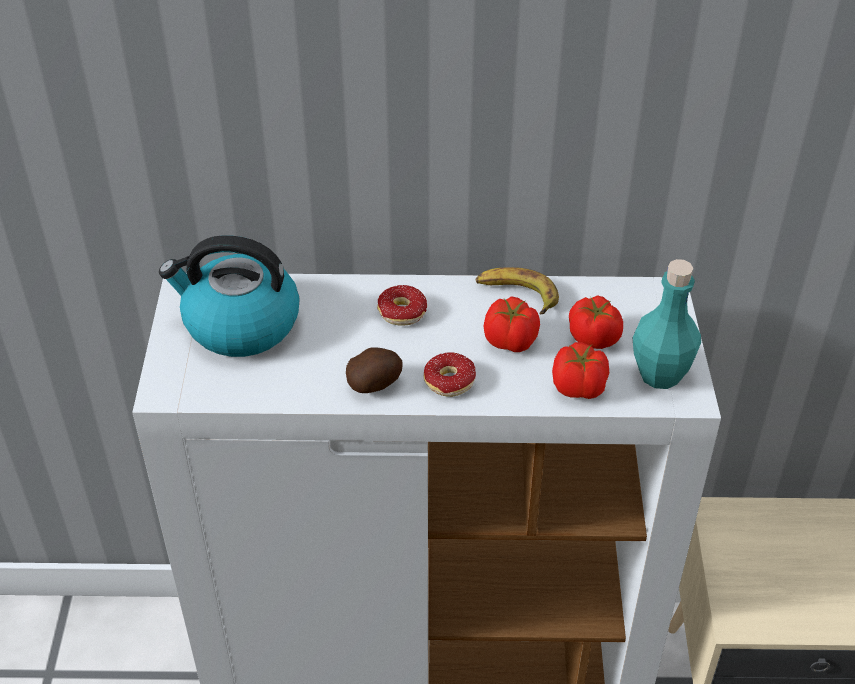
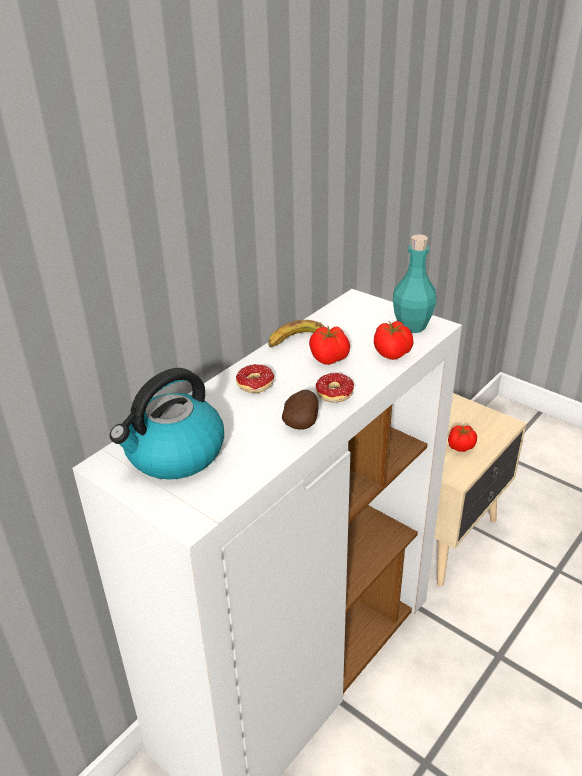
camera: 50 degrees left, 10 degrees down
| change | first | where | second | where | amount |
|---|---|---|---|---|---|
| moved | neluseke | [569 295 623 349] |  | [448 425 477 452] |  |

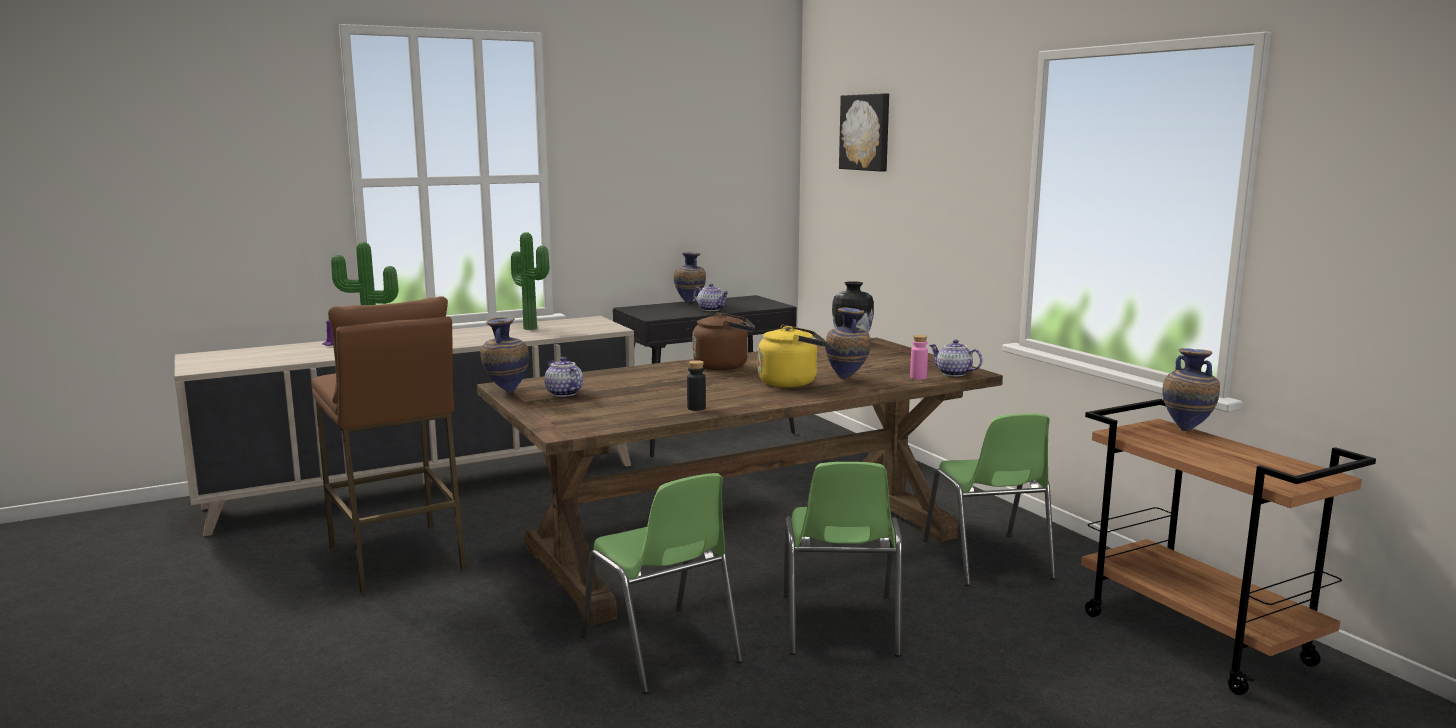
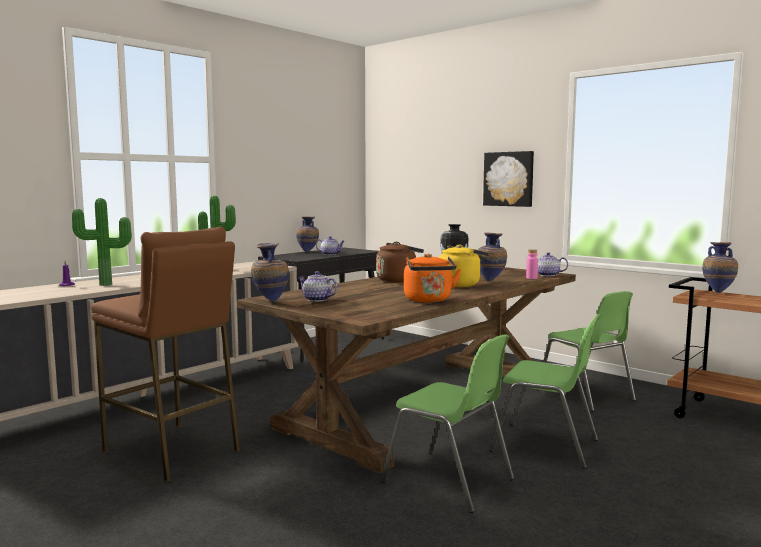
camera: 20 degrees left, 5 degrees down
| change | first | where | second | where | amount |
|---|---|---|---|---|---|
| moved | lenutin | [839 93 889 172] |  | [483 151 534 207] |  |
| replaced | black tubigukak | [687 360 706 411] | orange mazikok | [404 254 461 302] |  |
| turned | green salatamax | [783 462 902 657] |  | [489 314 601 469] | 45 degrees counterclockwise |

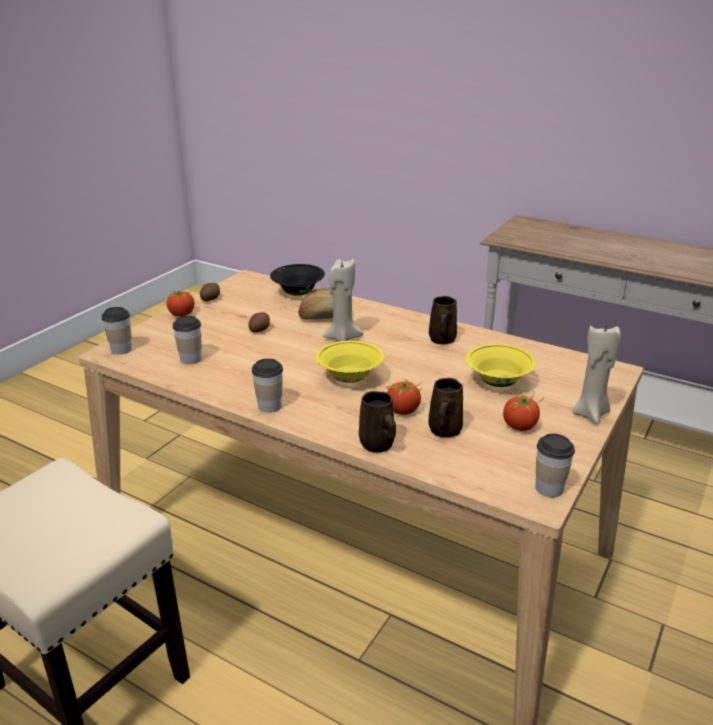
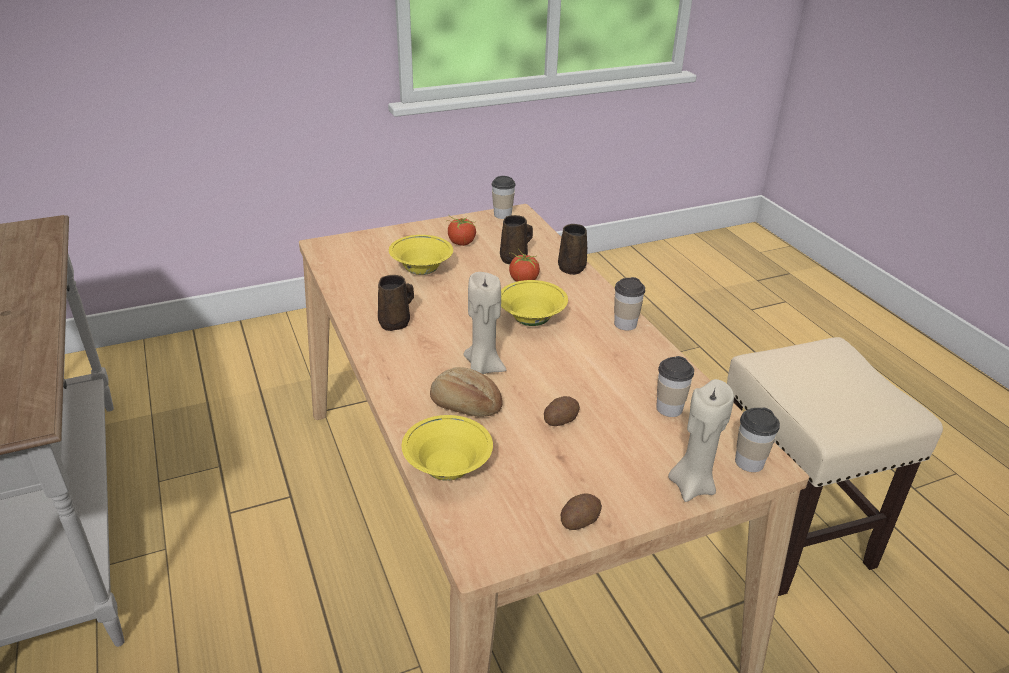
camera: 145 degrees left, 5 degrees up
| change | first | where | second | where | amount |
|---|---|---|---|---|---|
| removed | neluseke | [166 291 195 317] |  |  |  |
| moved | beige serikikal | [573 323 621 424] |  | [668 379 734 502] |  |
| recoloured | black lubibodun | [270 264 325 296] | yellow lubibodun | [402 415 493 481] |  |

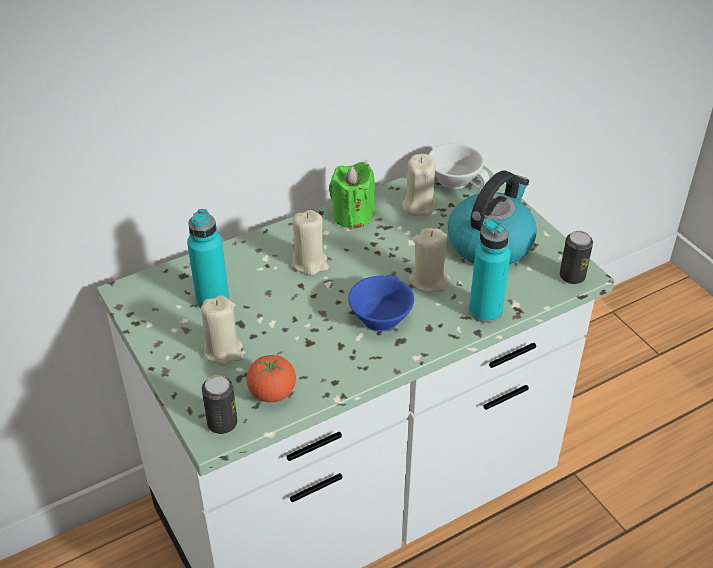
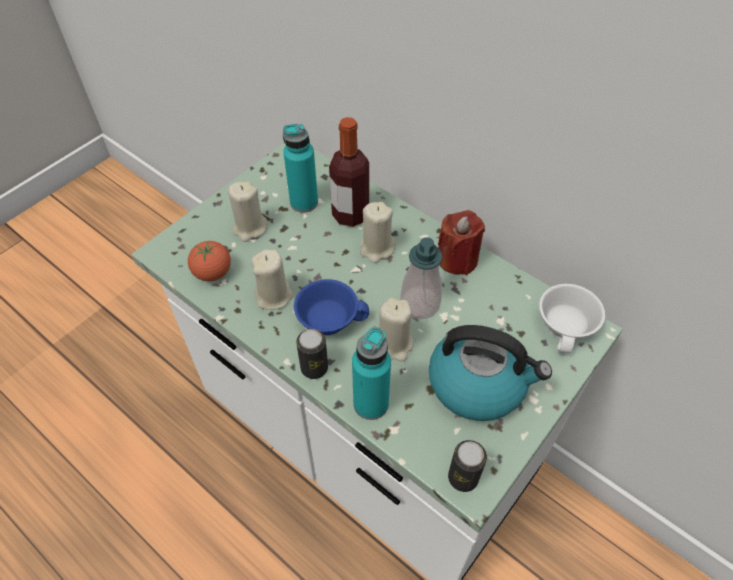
camera: 70 degrees right, 10 degrees up
| change | first | where | second | where | amount |
|---|---|---|---|---|---|
| added |  |  | tubigukak | [329 117 369 227] |  |
| added |  |  | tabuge | [400 237 442 319] |  |
| moved | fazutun | [202 375 237 434] |  | [296 329 328 379] |  |
| moved | beige serikikal | [402 154 436 216] |  | [251 249 293 310] |  |
| recoloured | green serikikal | [329 162 375 229] | red serikikal | [438 210 485 275] |  |

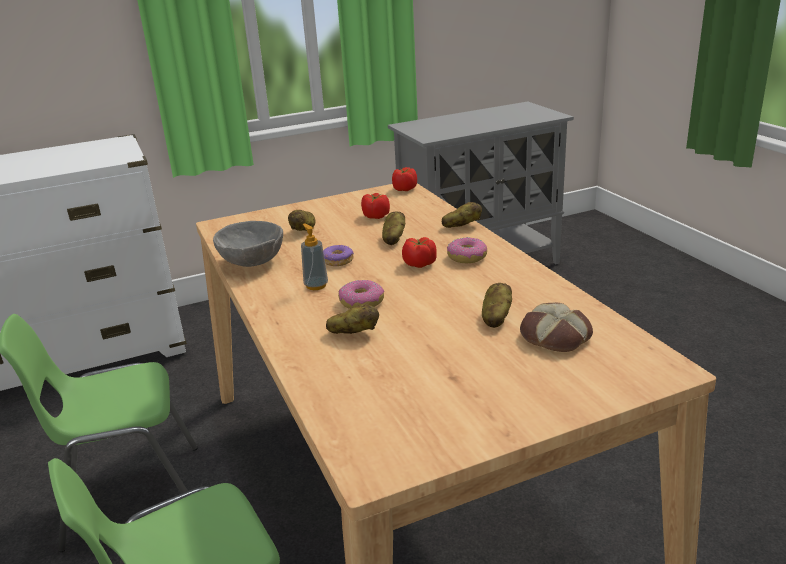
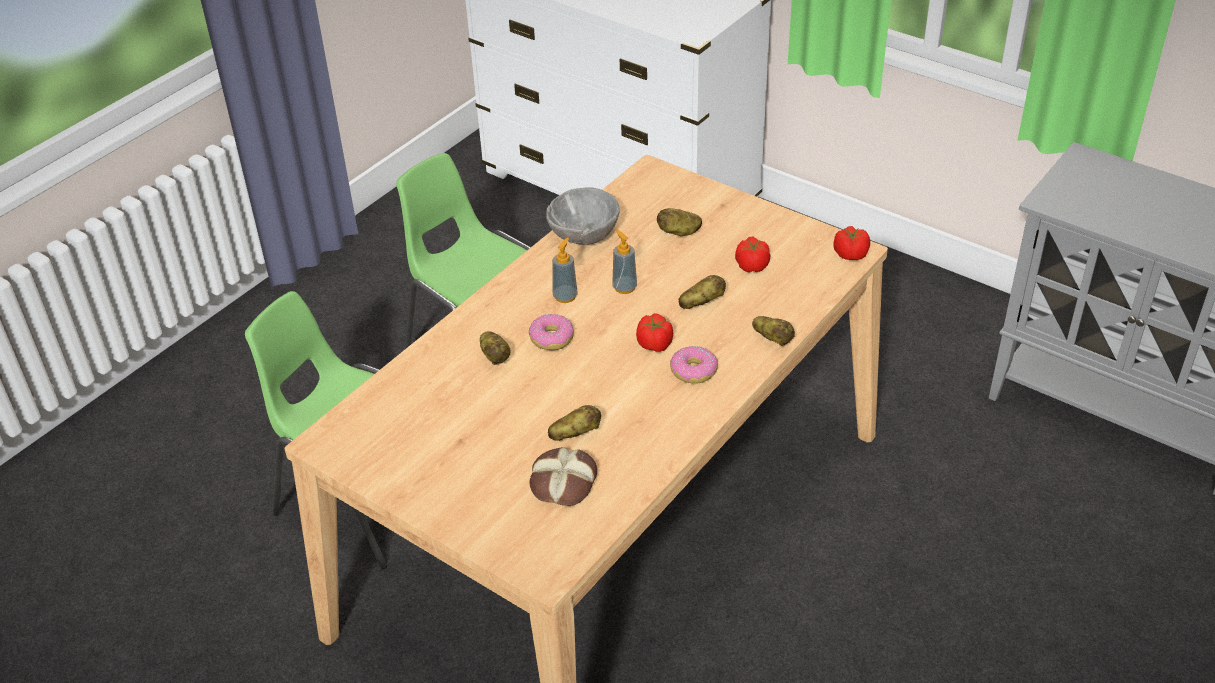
camera: 60 degrees right, 15 degrees up
| change | first | where | second | where | amount |
|---|---|---|---|---|---|
| replaced | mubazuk | [323 245 353 266] | tabuge | [612 229 637 294] |  |

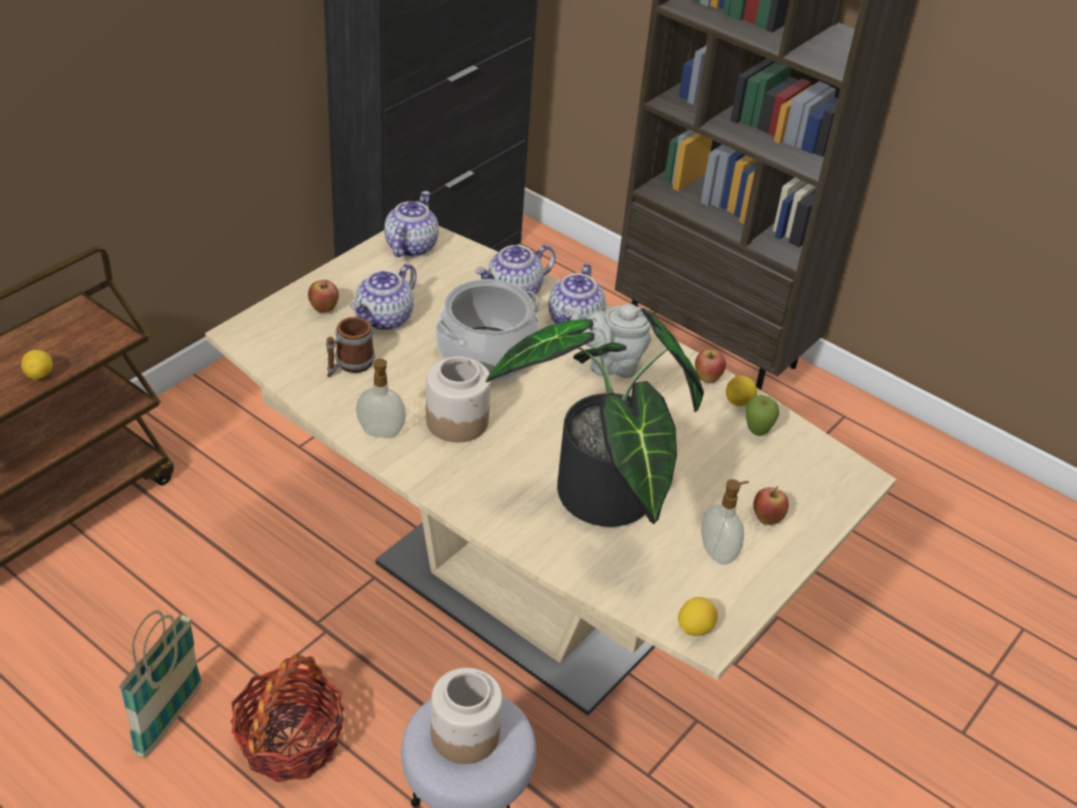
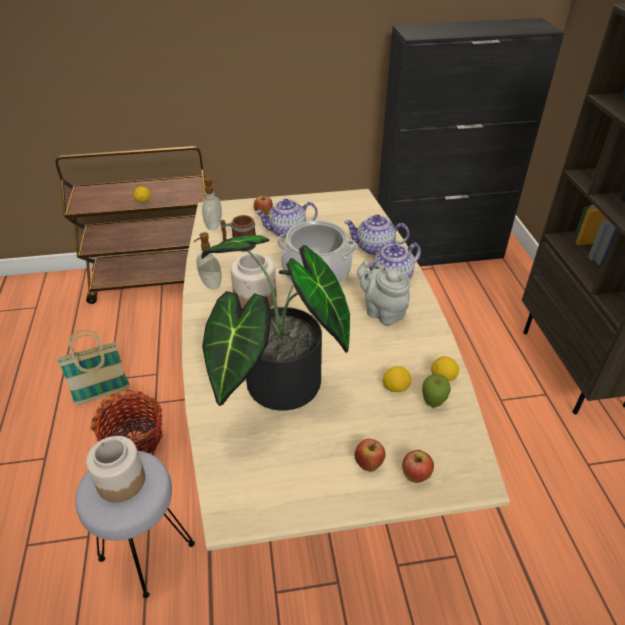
camera: 45 degrees right, 0 degrees up
| change | first | where | second | where | amount |
|---|---|---|---|---|---|
| removed | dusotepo | [384 191 439 257] |  |  |  |
| moved | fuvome | [678 597 718 636] |  | [382 366 411 392] |  |
| moved | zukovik | [695 349 726 383] |  | [402 450 434 483] |  |
| moved | tabuge | [701 479 749 565] |  | [202 177 222 230] |  |

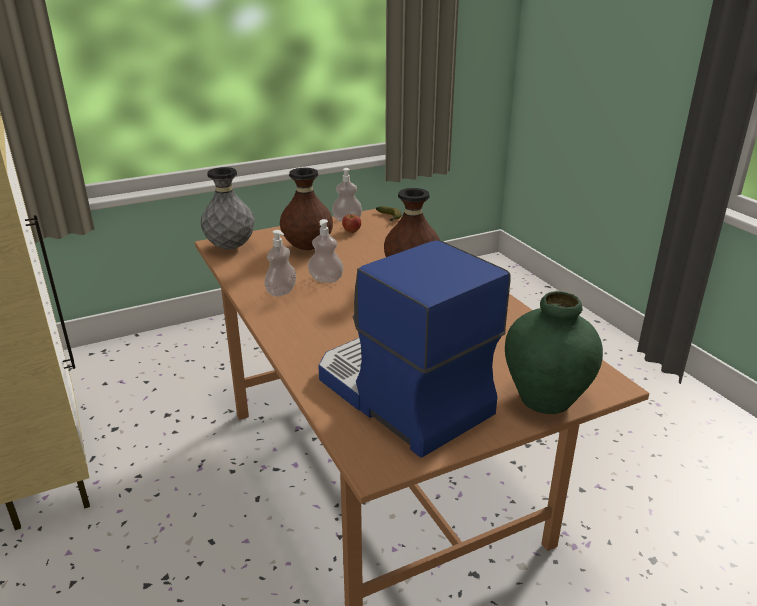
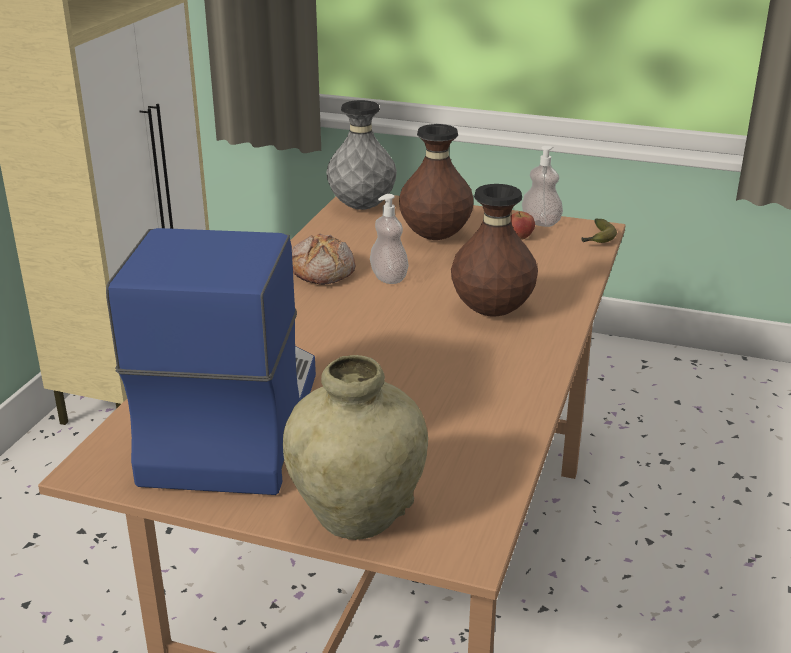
camera: 45 degrees right, 0 degrees up
| change | first | where | second | where | amount |
|---|---|---|---|---|---|
| replaced | tabuge | [264 230 296 296] | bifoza | [292 234 355 285] |  |
| recoloured | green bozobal | [505 291 603 414] | beige bozobal | [283 355 428 540] |  |

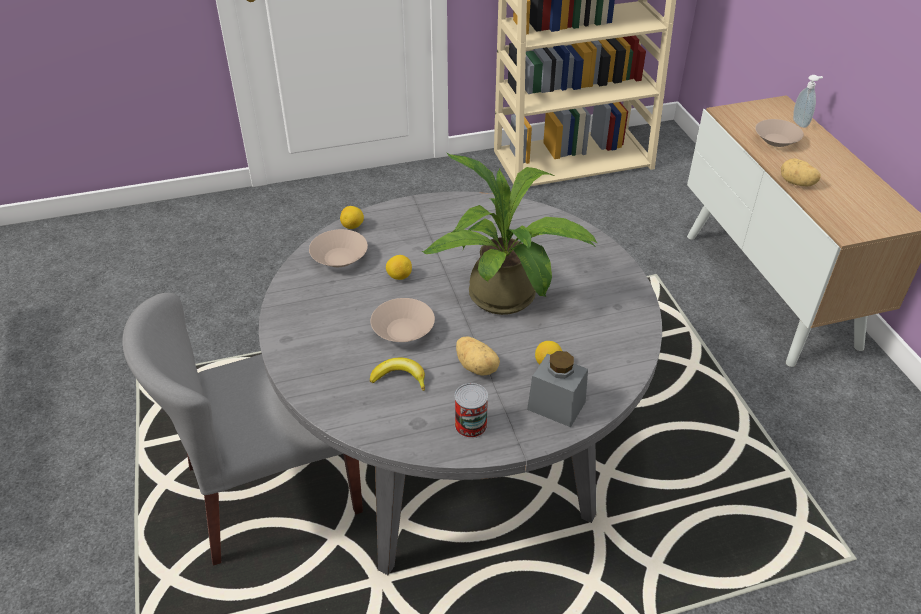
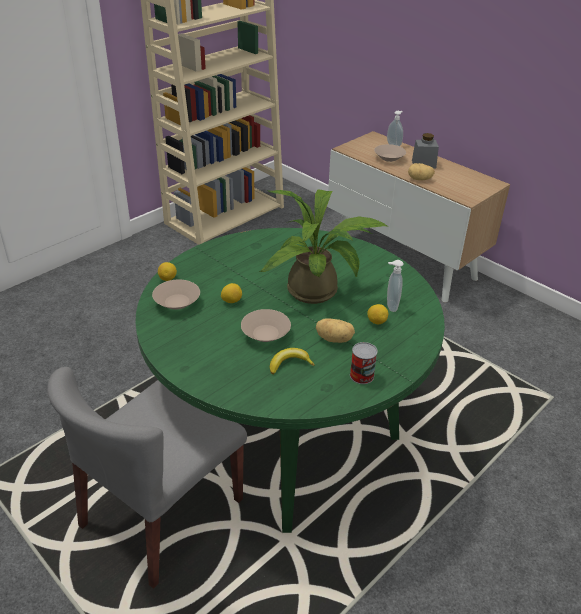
camera: 30 degrees left, 5 degrees down
| change | first | where | second | where | amount |
|---|---|---|---|---|---|
| added |  |  | tabuge | [387 260 404 312] |  |
| moved | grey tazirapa | [527 351 588 427] |  | [412 133 439 169] |  |
| recoloured | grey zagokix | [259 191 662 575] | green zagokix | [135 228 445 533] |  |

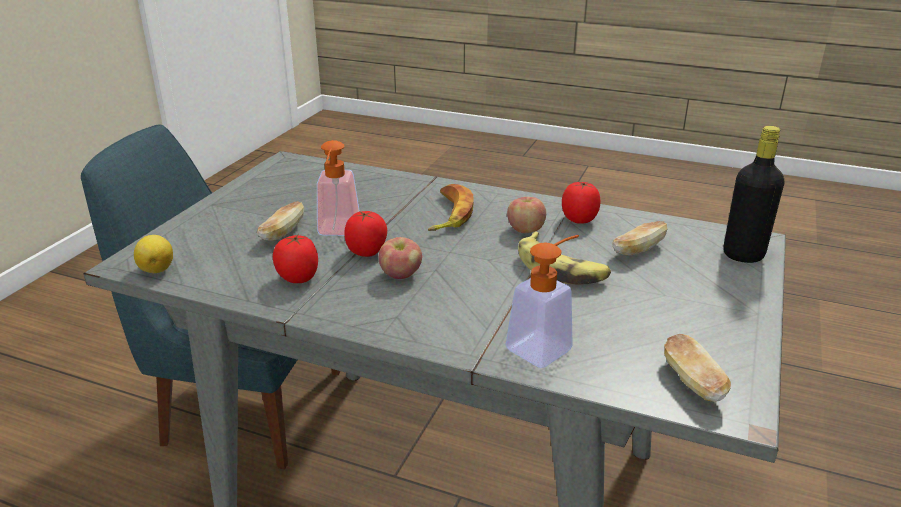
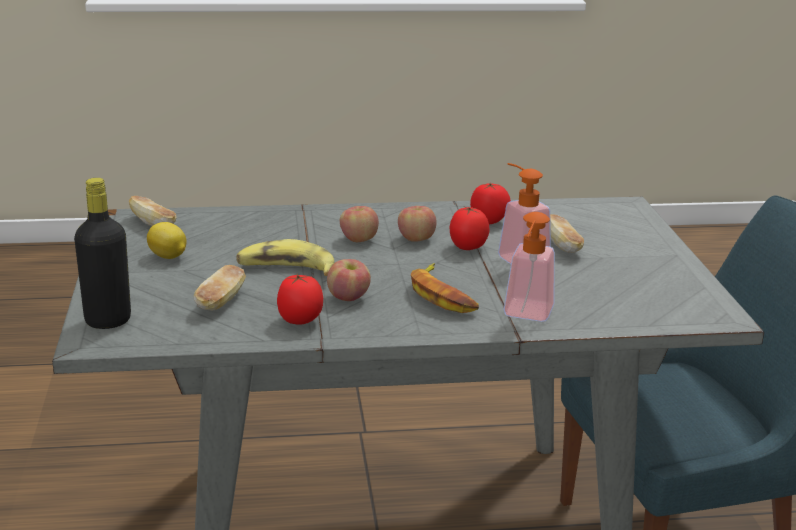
camera: 150 degrees right, 5 degrees down
| change | first | where | second | where | amount |
|---|---|---|---|---|---|
| added |  |  | zukovik | [340 206 379 242] |  |
| moved | fuvome | [134 235 173 273] |  | [147 222 186 259] |  |
| moved | tabuge | [505 235 579 368] |  | [504 212 555 322] |  |

